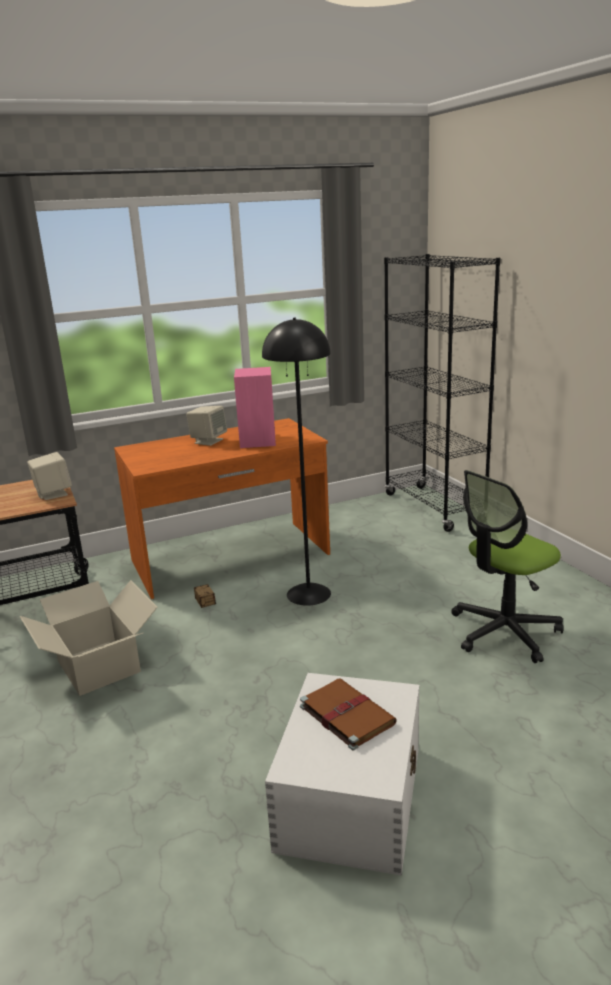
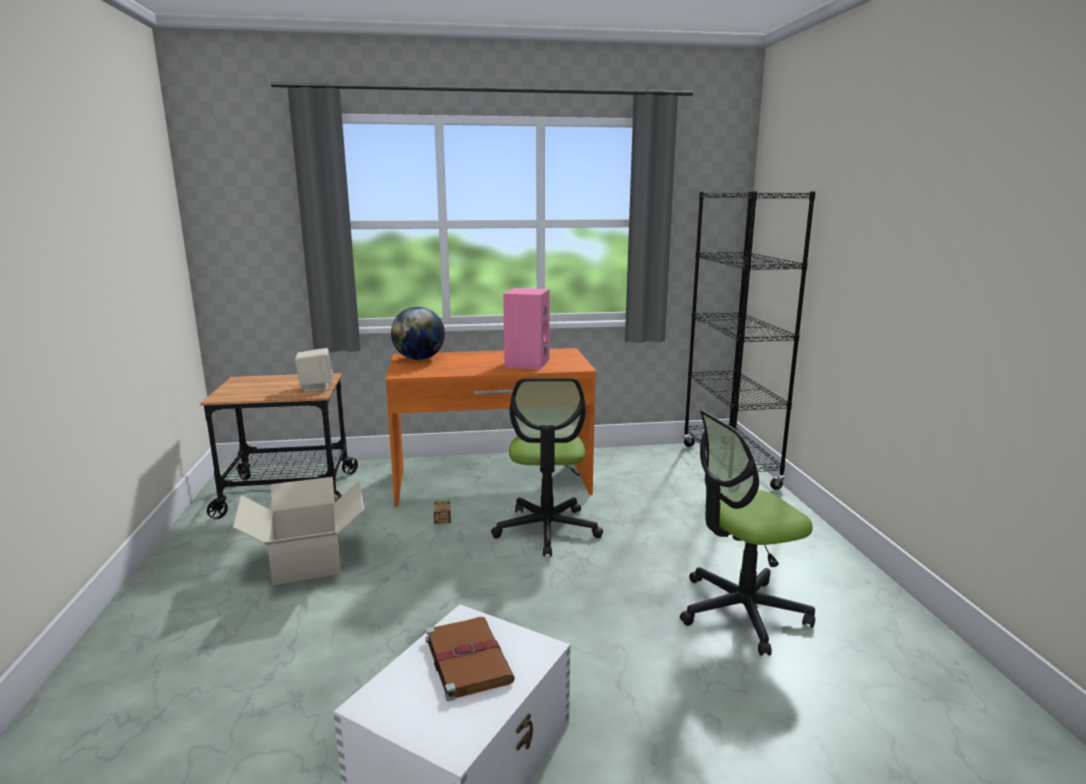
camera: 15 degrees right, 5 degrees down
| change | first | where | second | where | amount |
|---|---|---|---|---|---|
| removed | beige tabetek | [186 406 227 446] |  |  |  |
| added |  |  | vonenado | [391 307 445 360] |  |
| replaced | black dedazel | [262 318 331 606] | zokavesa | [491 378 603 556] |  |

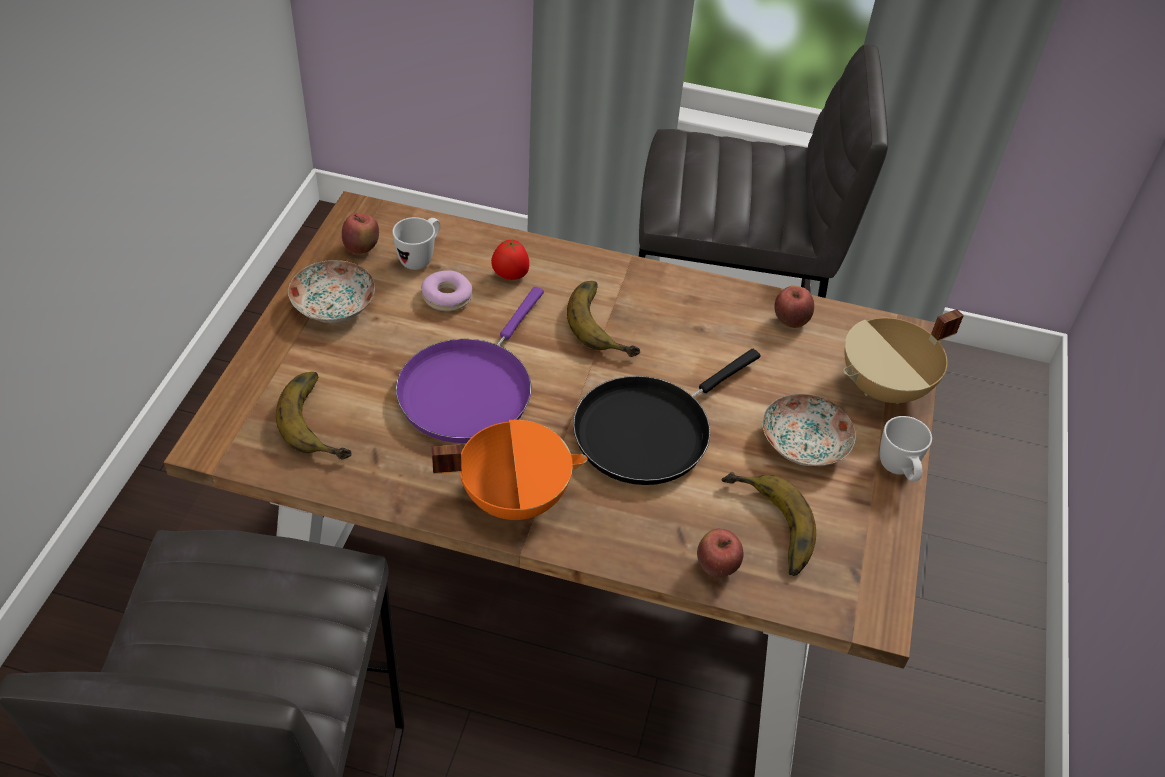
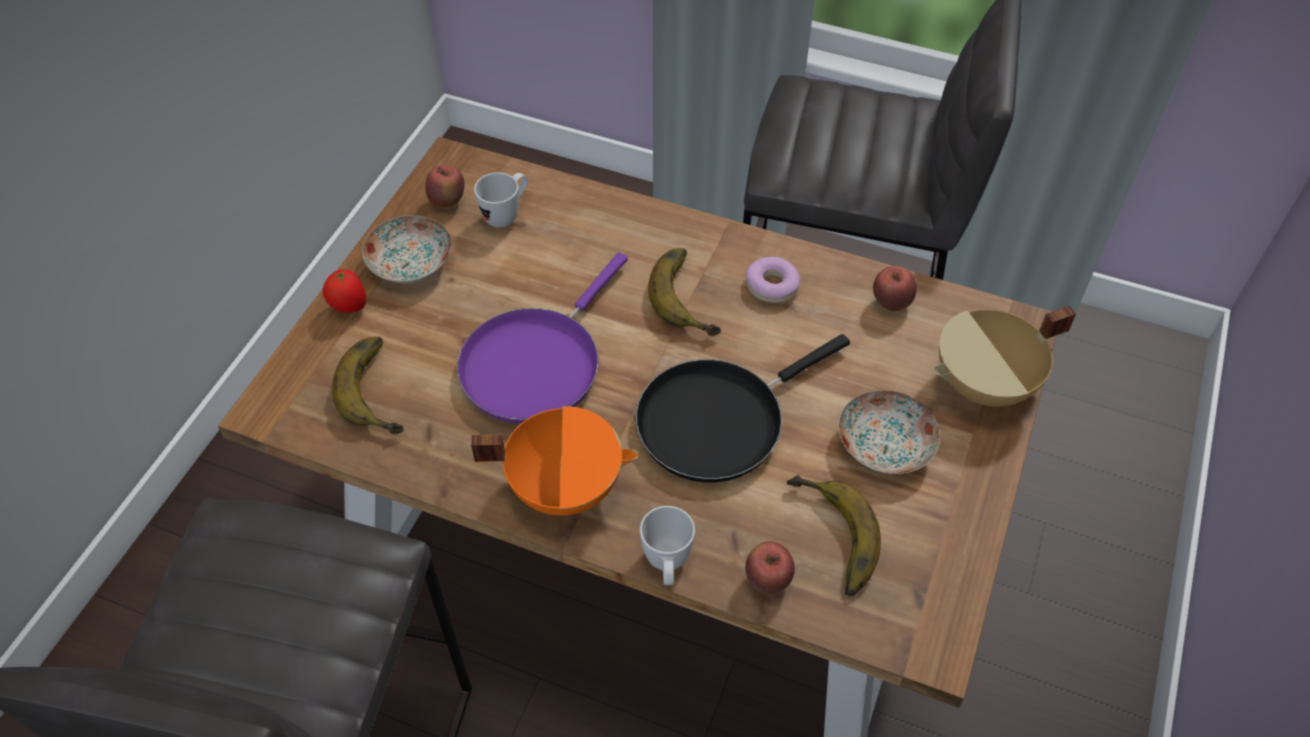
camera: 10 degrees right, 5 degrees up
| change | first | where | second | where | amount |
|---|---|---|---|---|---|
| moved | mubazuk | [421 270 472 311] |  | [746 257 800 303] |  |
| moved | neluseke | [491 240 529 280] |  | [323 269 366 313] |  |
| moved | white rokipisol | [880 416 932 481] |  | [640 506 695 585] |  |

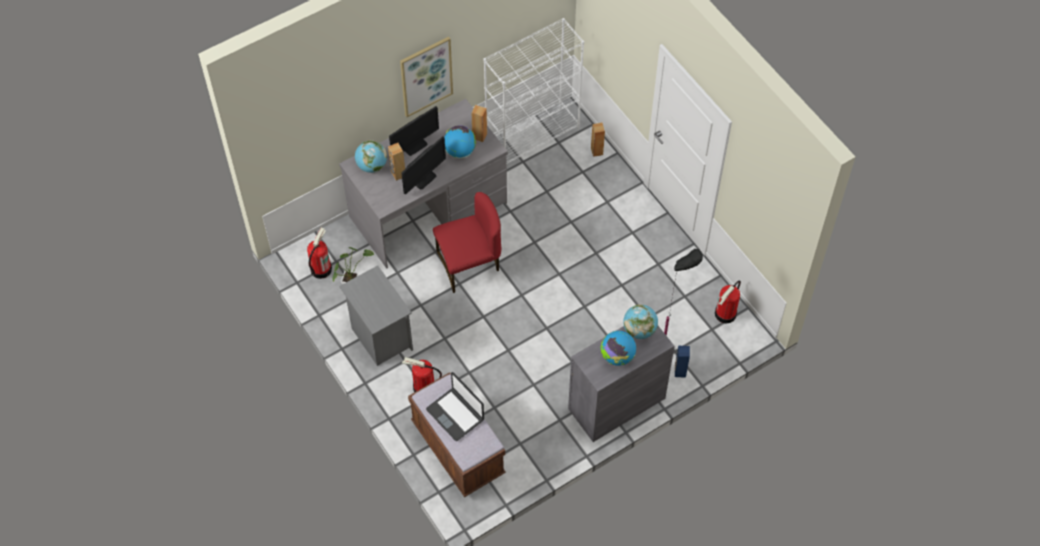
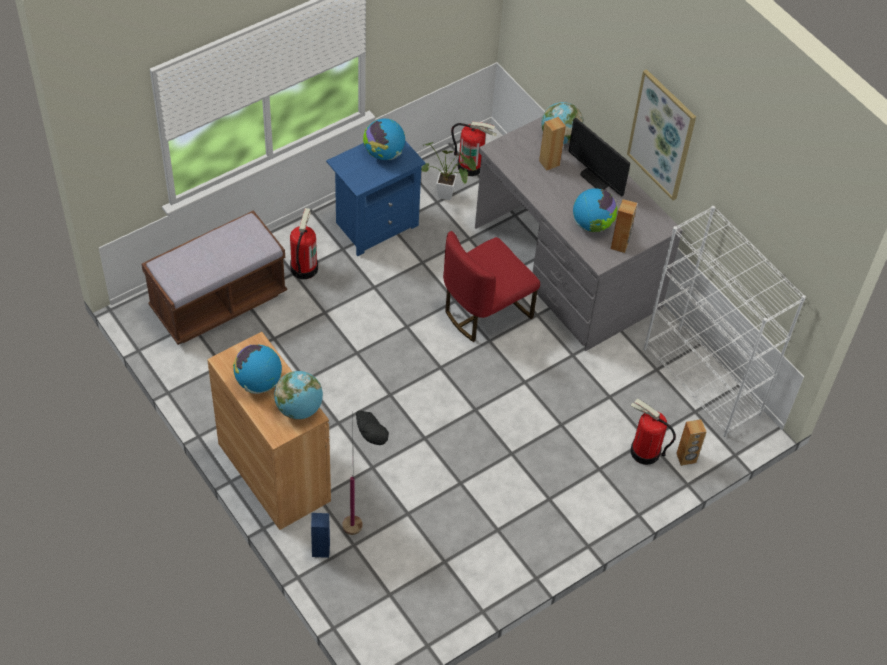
camera: 85 degrees right, 5 degrees down
| change | first | where | second | where | amount |
|---|---|---|---|---|---|
| removed | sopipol | [402 136 446 195] |  |  |  |
| removed | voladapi | [426 372 484 441] |  |  |  |
| added |  |  | vonenado | [363 118 405 160] |  |
| moved | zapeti | [715 281 741 323] |  | [630 398 676 465] |  |
| recoloured | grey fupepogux | [339 265 413 366] | blue fupepogux | [326 141 425 256] |  |
| recoloured | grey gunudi | [568 326 675 442] | brown gunudi | [207 332 331 530] |  |
| turned | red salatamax | [433 192 501 293] |  | [443 231 540 342] | 75 degrees clockwise |

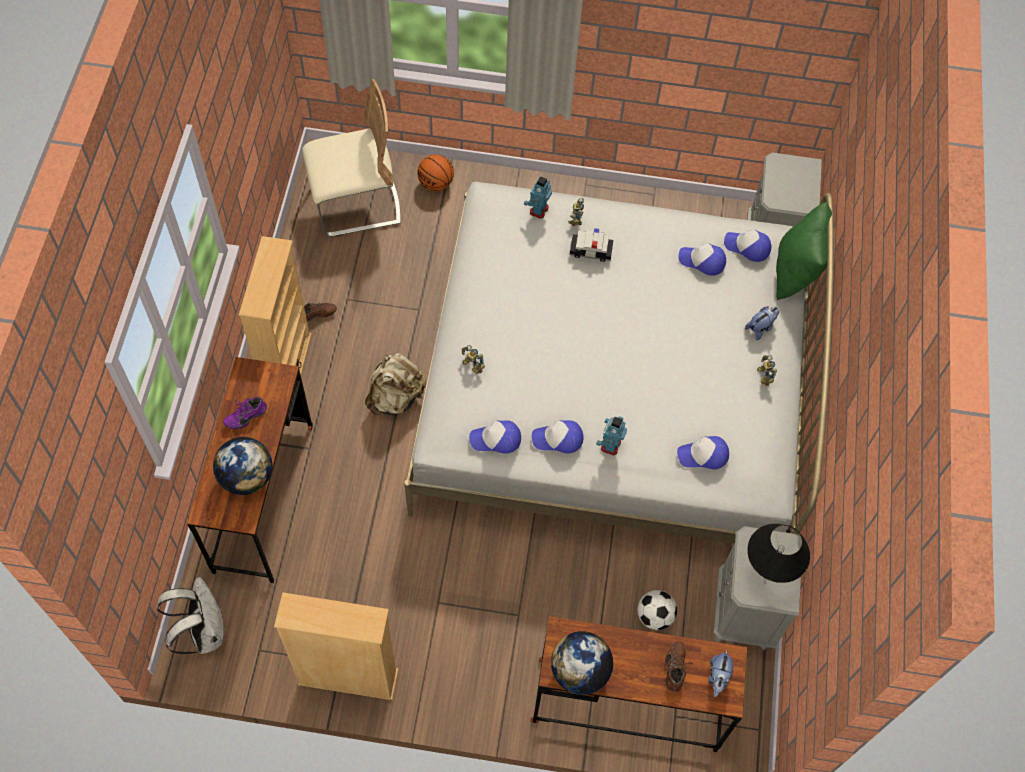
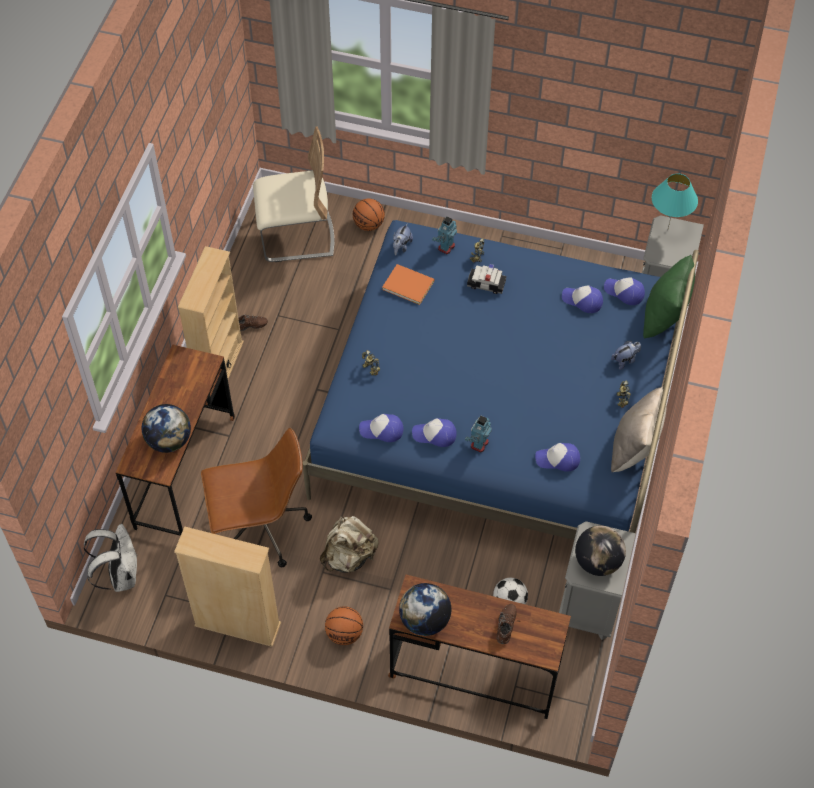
camera: 10 degrees right, 5 degrees down
| change | first | where | second | where | amount |
|---|---|---|---|---|---|
| removed | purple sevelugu | [223 397 267 429] |  |  |  |
| added |  |  | brown zokavesa | [201 428 312 568] |  |
| added |  |  | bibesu | [325 606 363 645] |  |
| added |  |  | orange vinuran | [382 264 435 305] |  |
| added |  |  | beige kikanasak | [611 386 667 472] |  |
| added |  |  | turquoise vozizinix | [652 173 698 228] |  |
| moved | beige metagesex | [365 353 426 415] |  | [319 516 379 573] |  |
| moved | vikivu | [708 650 733 697] |  | [393 223 413 255] |  |
| replaced | black vozizinix | [747 523 810 583] | vonenado | [575 525 626 576] |  |
| recoloured | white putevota | [404 182 834 543] | blue putevota | [302 220 699 540] |  |

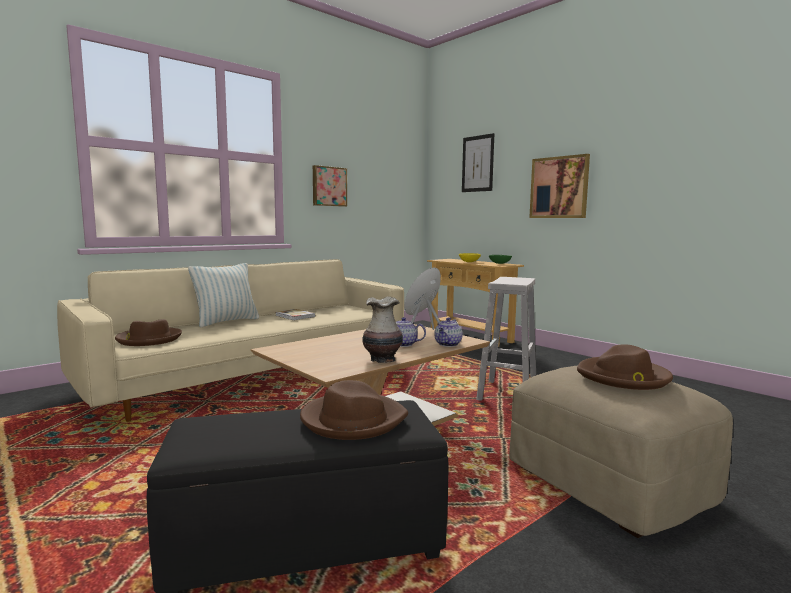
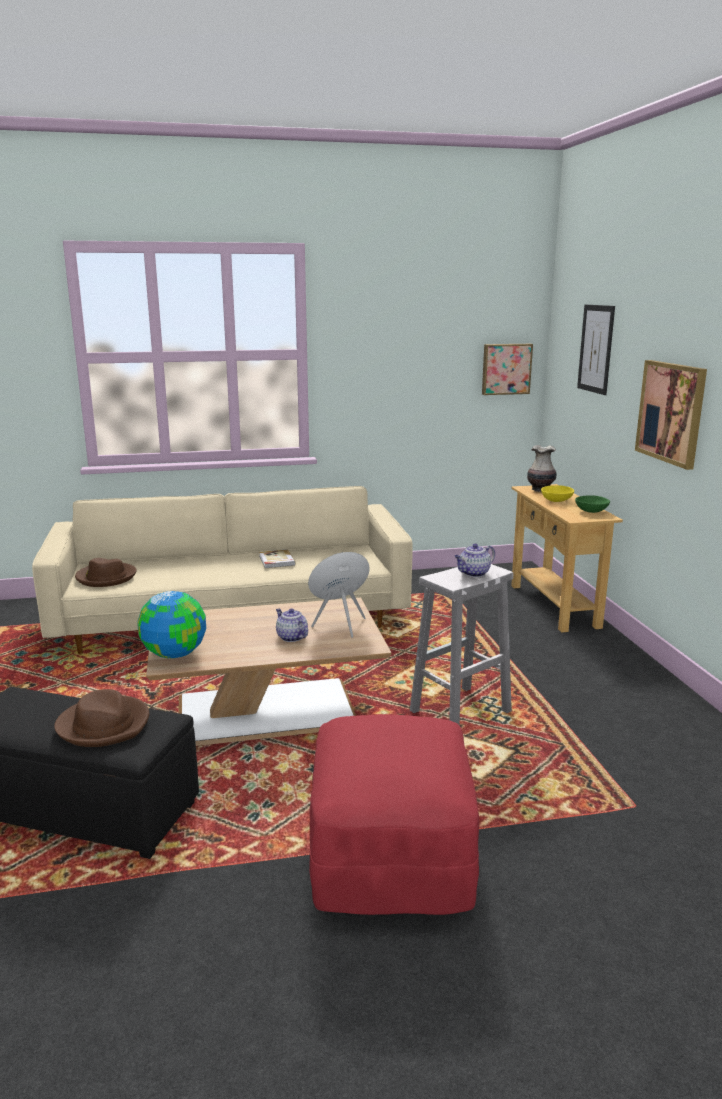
camera: 30 degrees right, 10 degrees up
| change | first | where | second | where | amount |
|---|---|---|---|---|---|
| removed | kikanasak | [188 263 259 327] |  |  |  |
| removed | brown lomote | [577 344 673 390] |  |  |  |
| added |  |  | vonenado | [137 591 206 658] |  |
| moved | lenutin | [313 165 347 207] |  | [482 344 533 395] |  |
| moved | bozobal | [363 297 403 363] |  | [527 445 557 492] |  |
| moved | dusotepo | [434 317 463 347] |  | [454 543 495 577] |  |
| recoloured | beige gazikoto | [509 365 733 538] | red gazikoto | [309 714 479 915] |  |

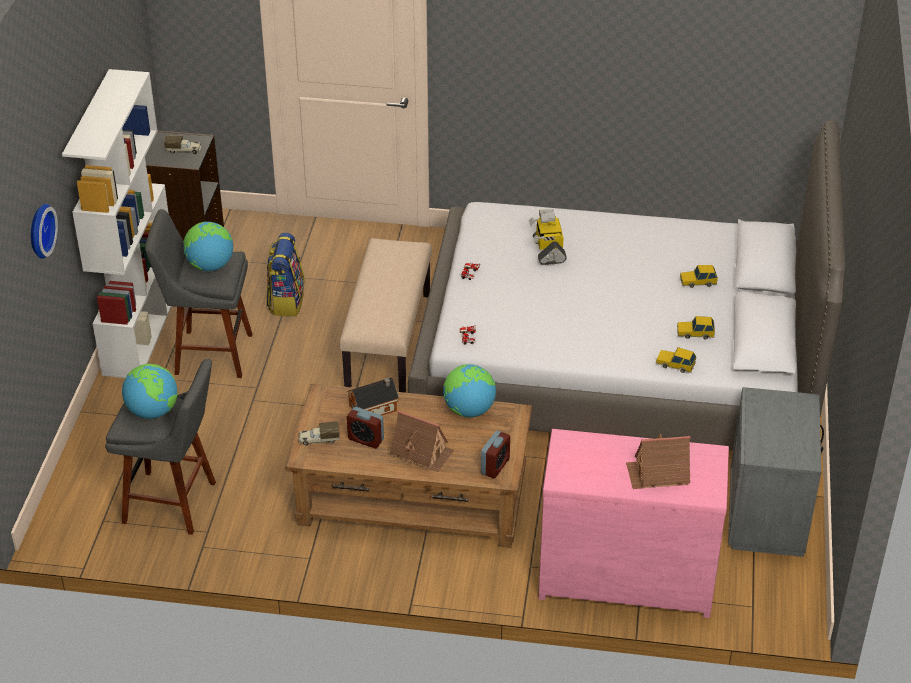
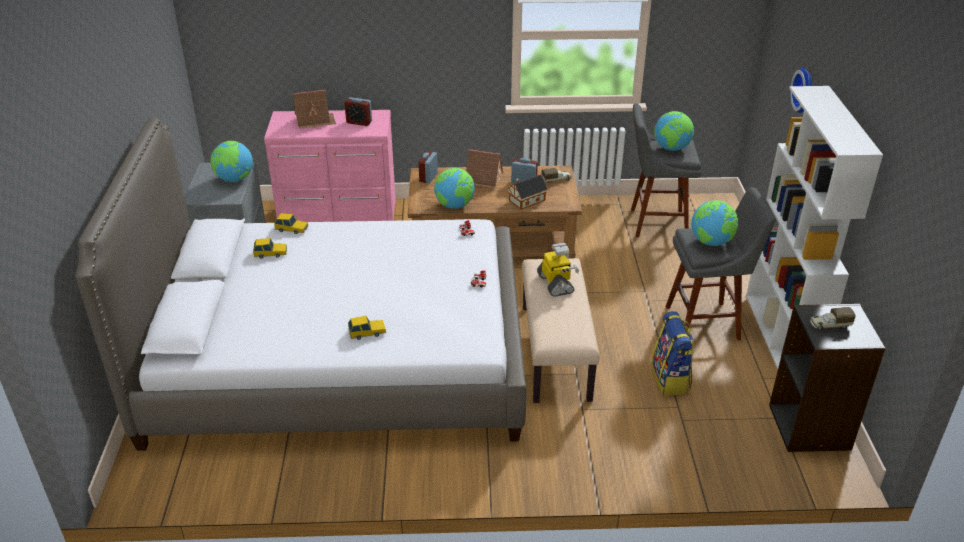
camera: 170 degrees right, 5 degrees down
| change | first | where | second | where | amount |
|---|---|---|---|---|---|
| added |  |  | vonenado | [211 141 253 182] |  |
| added |  |  | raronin | [345 97 372 126] |  |
| moved | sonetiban | [529 209 567 265] |  | [537 243 579 297] |  |
| moved | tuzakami | [680 265 718 288] |  | [348 316 386 340] |  |

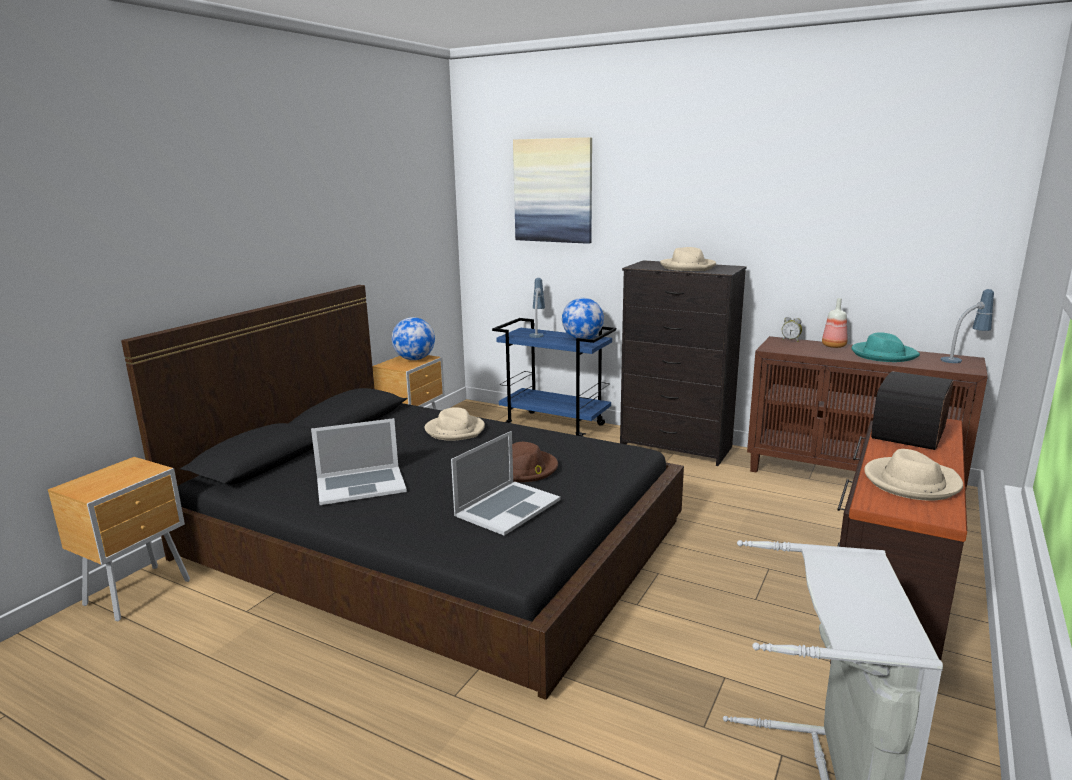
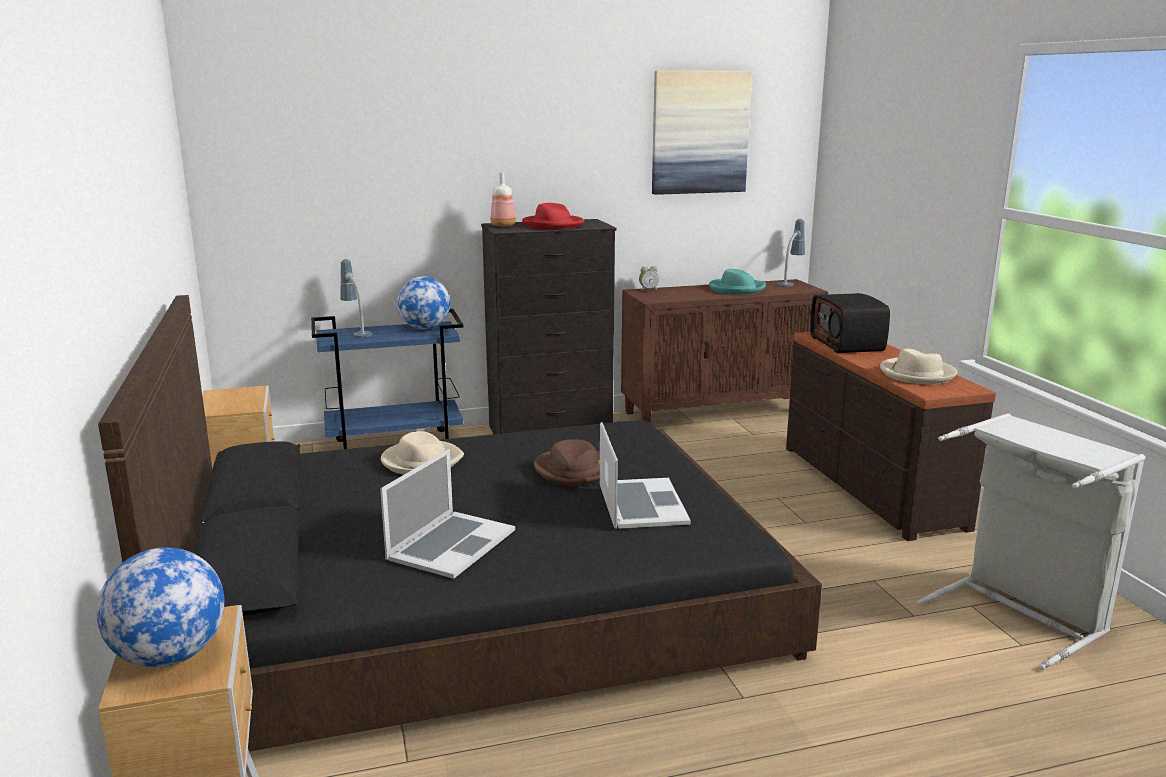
camera: 45 degrees left, 0 degrees up
| change | first | where | second | where | amount |
|---|---|---|---|---|---|
| moved | vonenado | [392 317 435 360] |  | [97 547 224 668] |  |
| moved | lenutin | [513 137 592 244] |  | [652 71 752 195] |  |
| moved | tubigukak | [822 298 848 348] |  | [490 172 516 227] |  |
| recoloured | beige lomote | [660 247 716 271] | red lomote | [522 203 584 229] |  |

